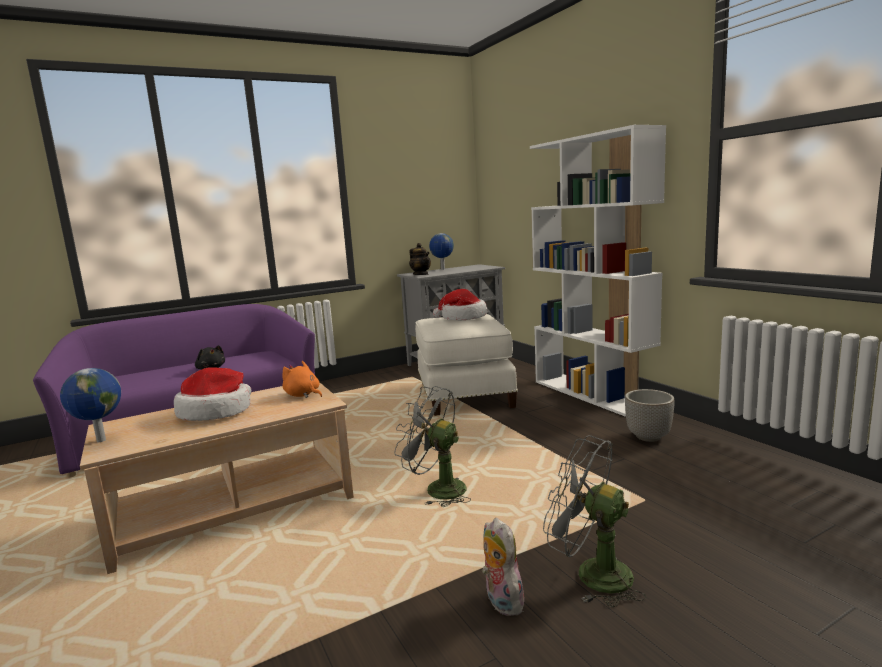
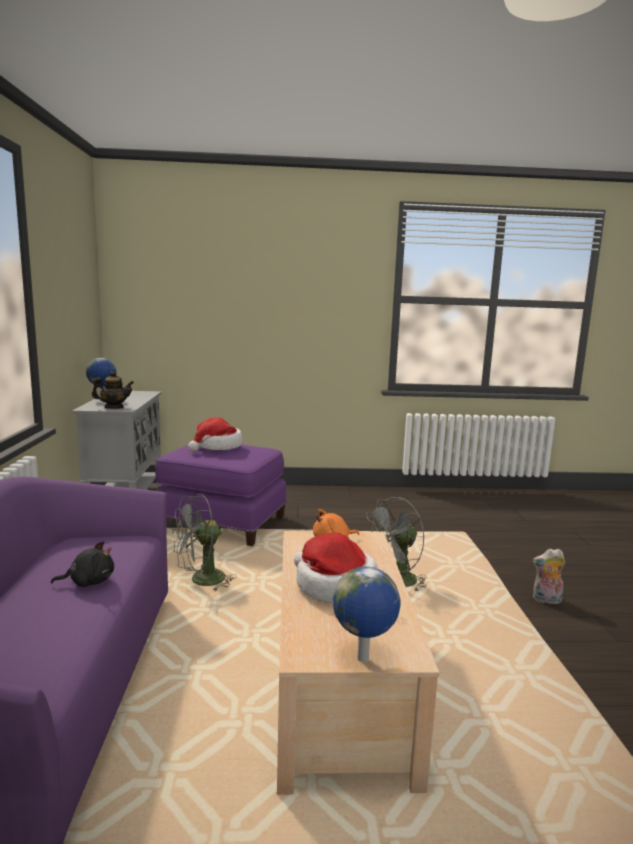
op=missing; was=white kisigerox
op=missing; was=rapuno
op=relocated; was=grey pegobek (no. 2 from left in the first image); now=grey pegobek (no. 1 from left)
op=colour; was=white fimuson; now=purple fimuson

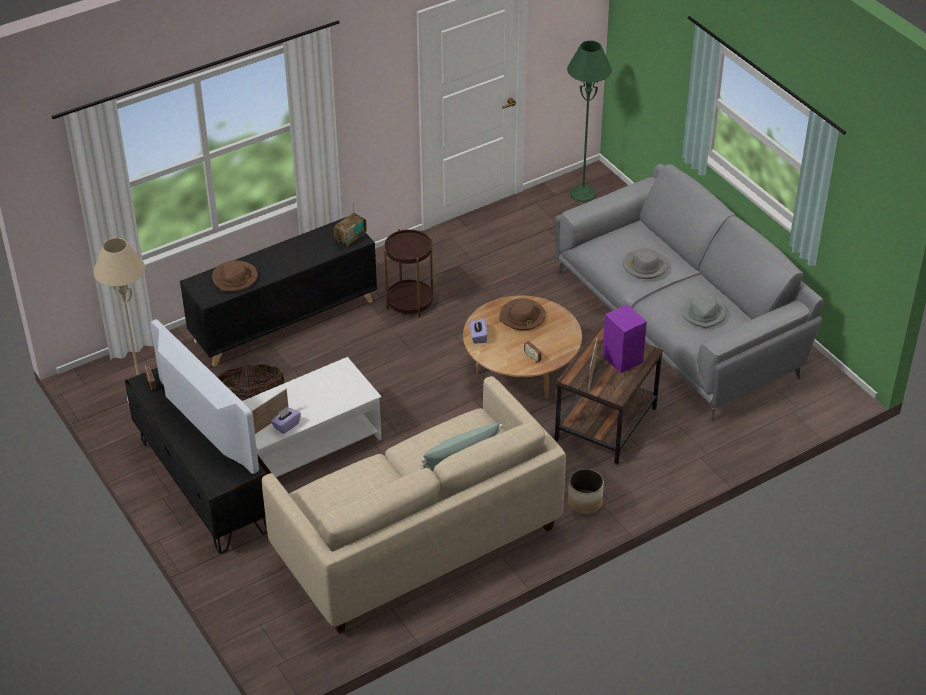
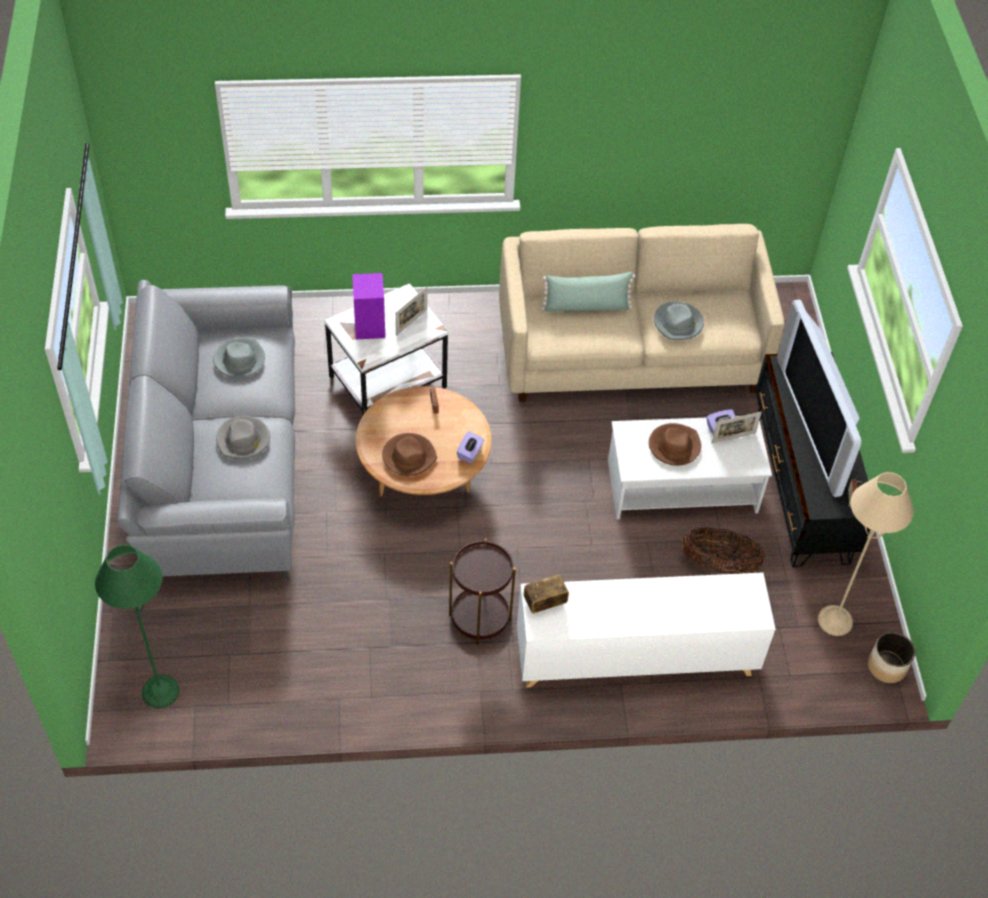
op=appeared; now=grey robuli (no. 3 from left)
op=relocated; was=brown robuli (no. 1 from left in the first image); now=brown robuli (no. 2 from left)
op=relocated; was=rapuno
op=colour; was=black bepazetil; now=white bepazetil
op=colour; was=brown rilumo (no. 2 from left); now=white rilumo

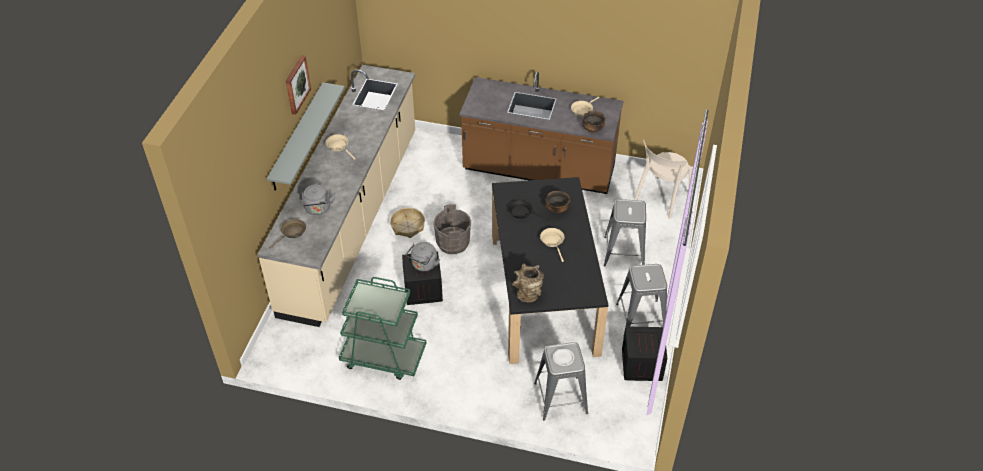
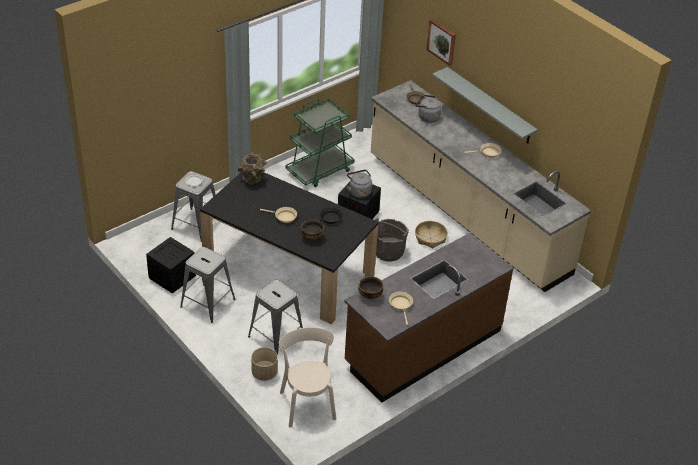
op=appeared; now=beige rapuno
op=relocated; was=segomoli

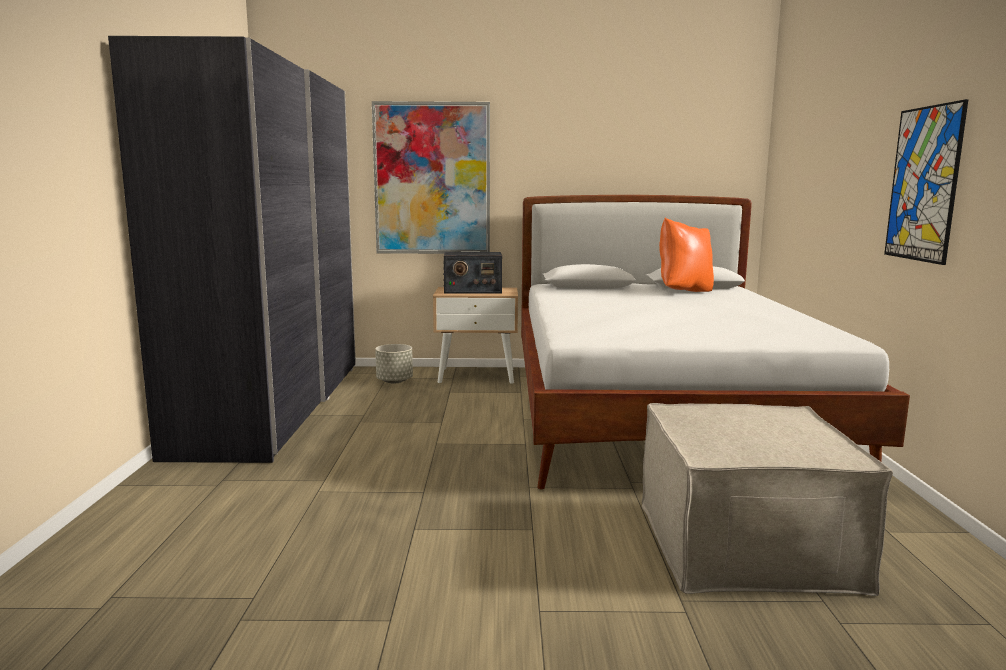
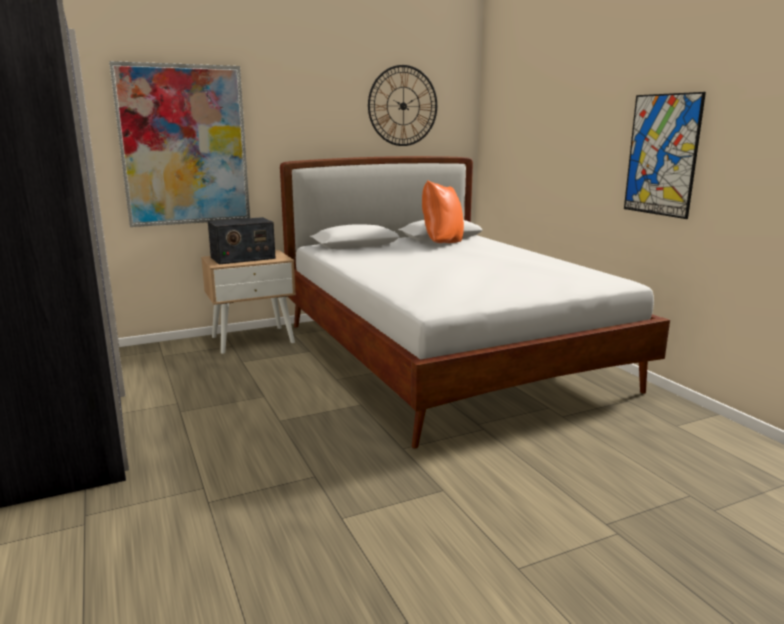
op=missing; was=grey rapuno
op=missing; was=beige fimuson
op=appeared; now=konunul

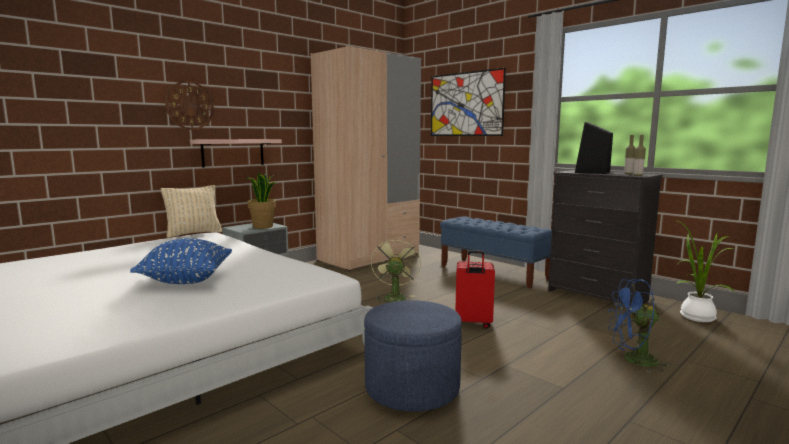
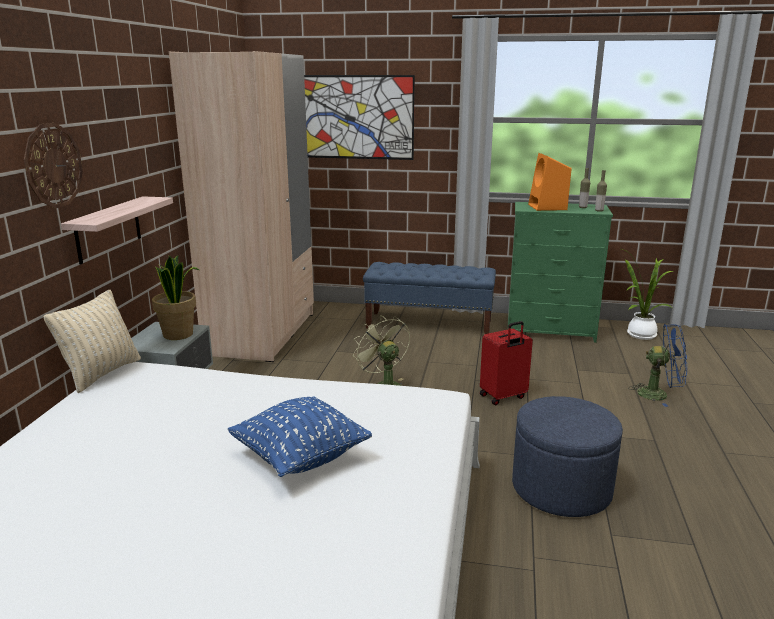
op=colour; was=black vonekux; now=green vonekux
op=colour; was=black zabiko; now=orange zabiko
op=spun; was=blue pegobek; clockwise=-135

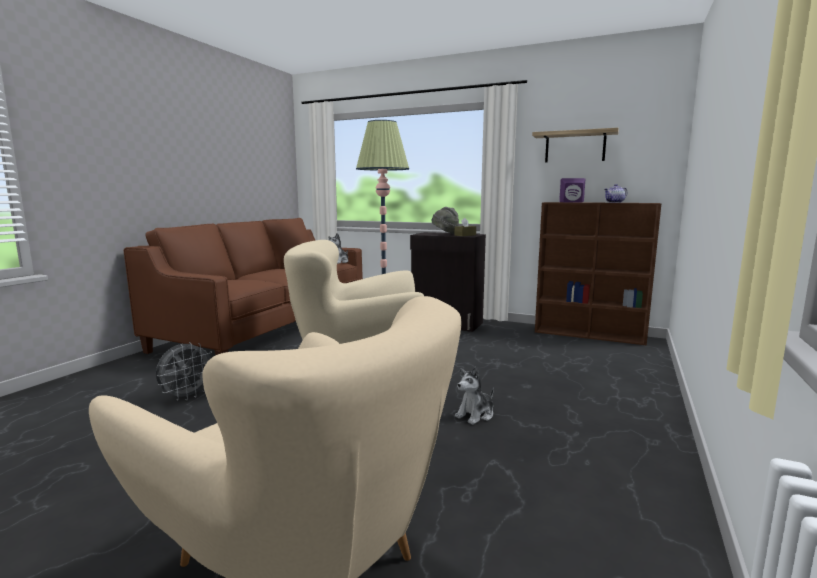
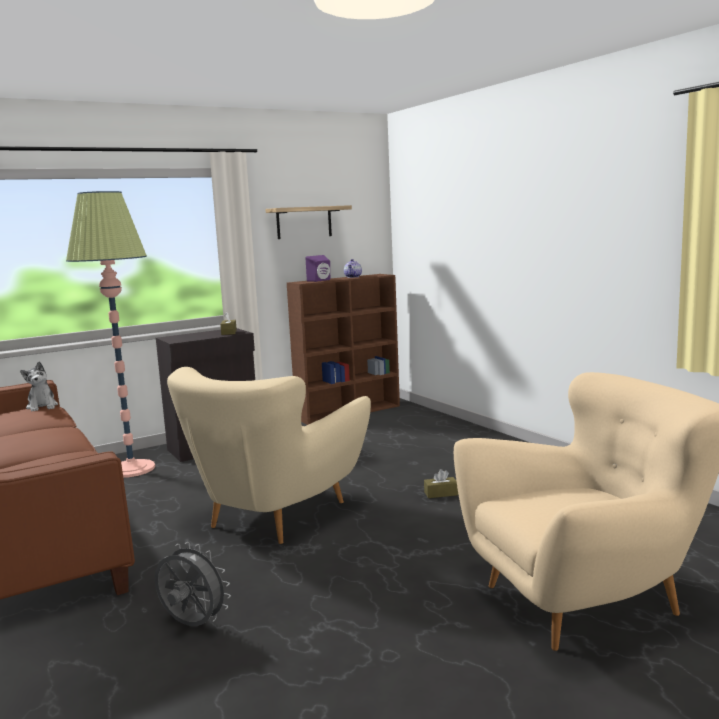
op=missing; was=grey robuli
op=exchanged; was=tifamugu (no. 2 from left); now=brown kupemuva (no. 2 from left)
op=spun; was=grey pegobek; clockwise=-45

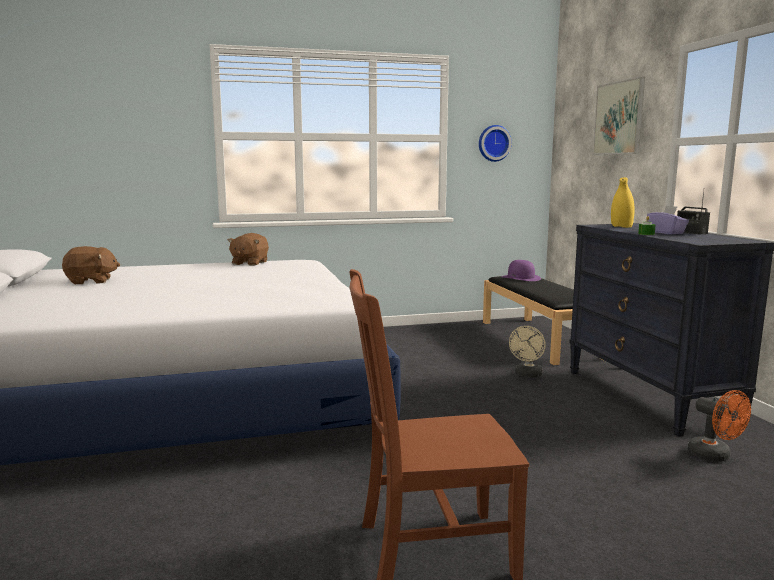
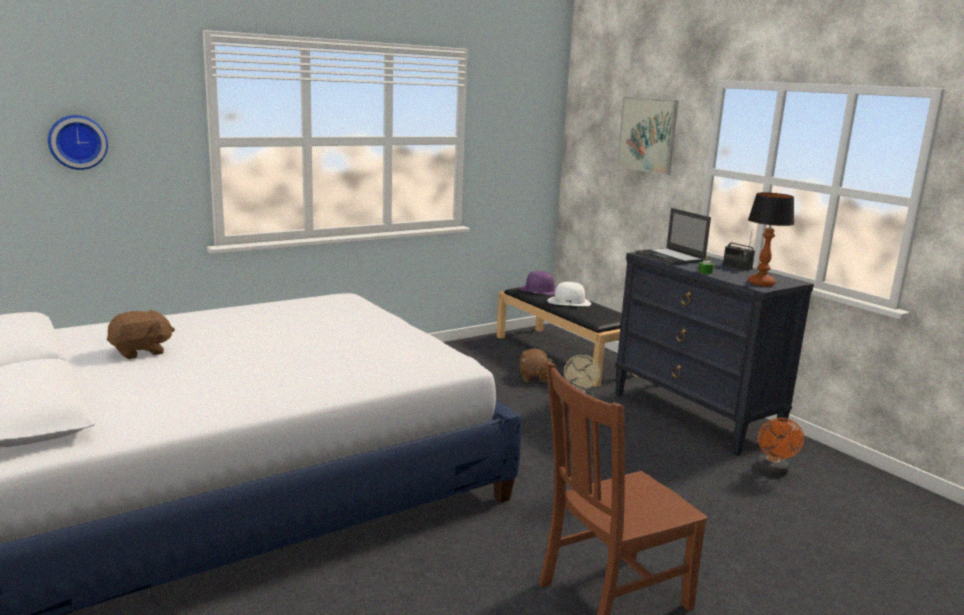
op=missing; was=purple kupemuva
op=appeared; now=white robuli
op=appeared; now=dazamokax
op=relocated; was=brown tifamugu (no. 2 from left)
op=relocated; was=konunul
op=exchanged; was=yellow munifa; now=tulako
op=spun; was=orange pegobek; clockwise=60

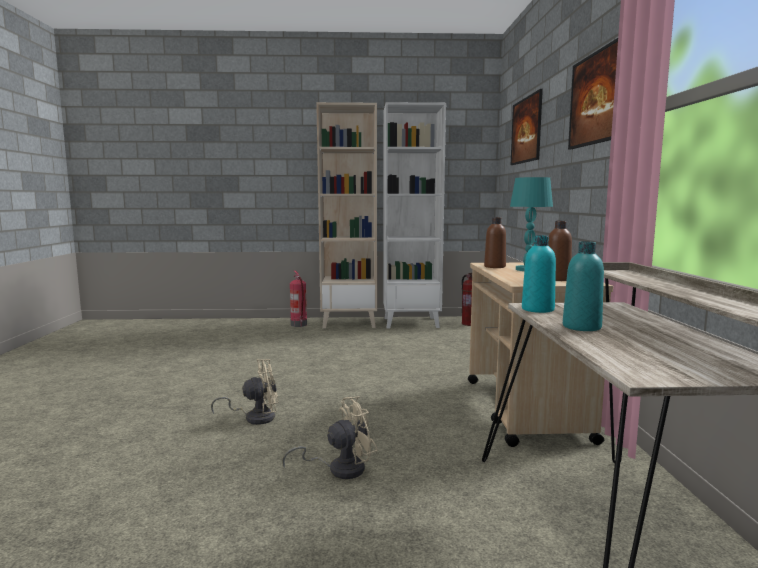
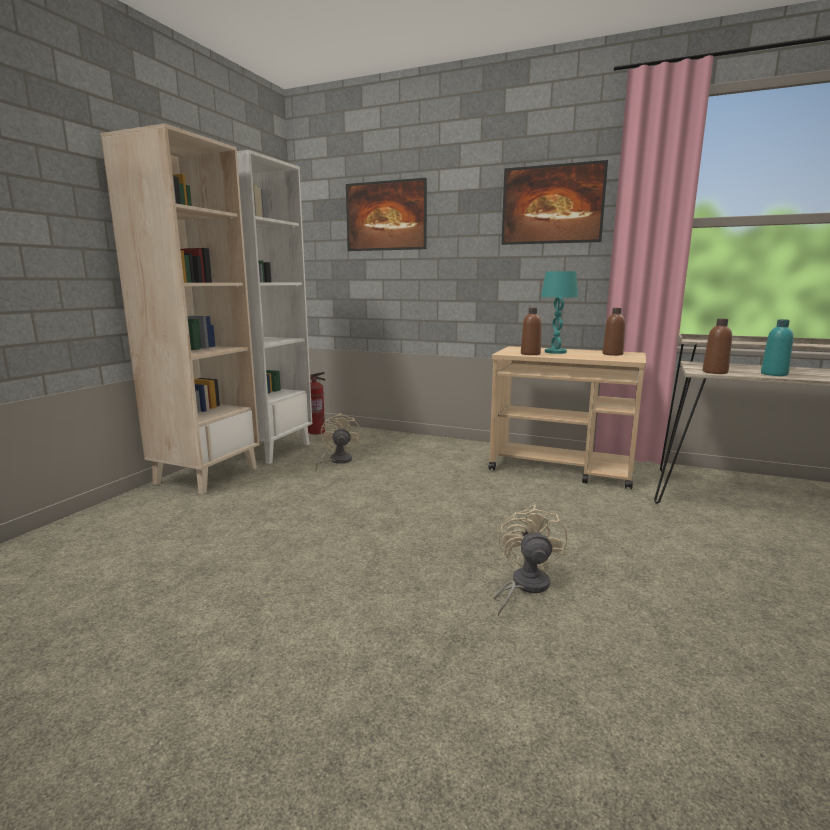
op=missing; was=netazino (no. 1 from left)
op=relocated; was=beige pegobek (no. 2 from left in the first image); now=beige pegobek (no. 1 from left)
op=colour; was=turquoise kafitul (no. 1 from left); now=brown kafitul (no. 3 from left)

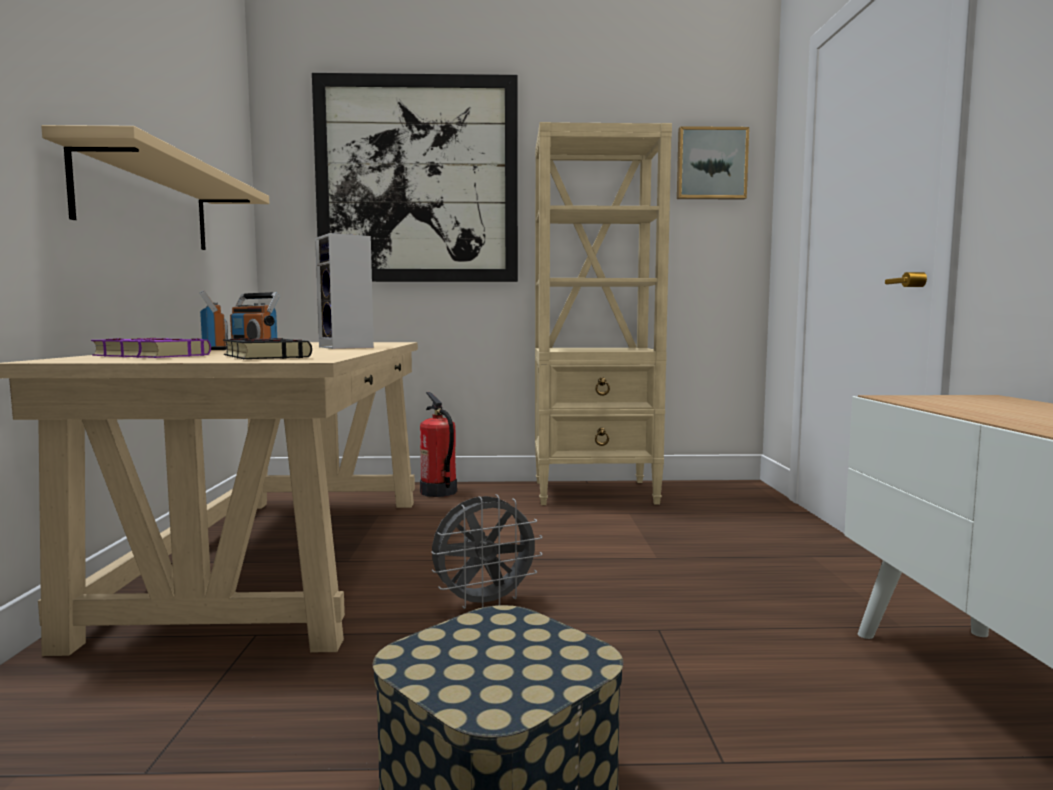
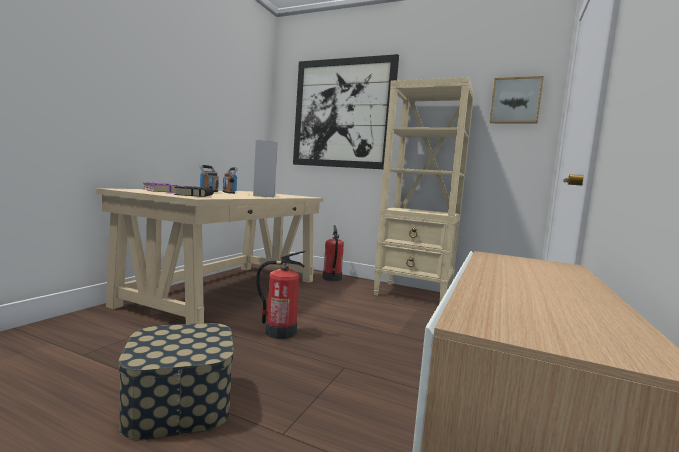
op=missing; was=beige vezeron
op=exchanged; was=grey pegobek; now=netazino (no. 1 from left)

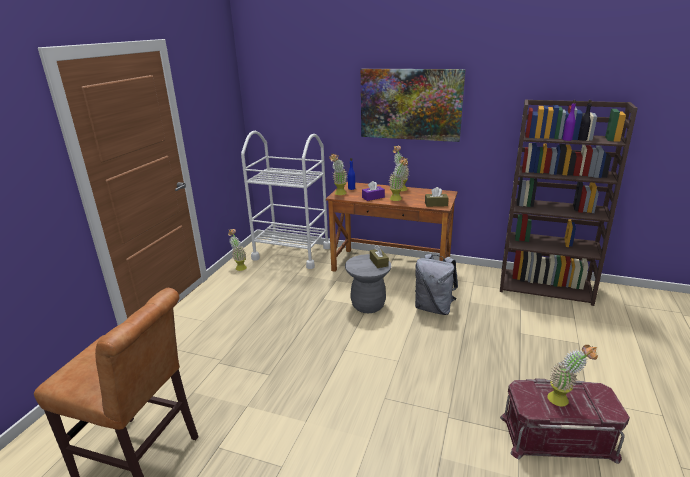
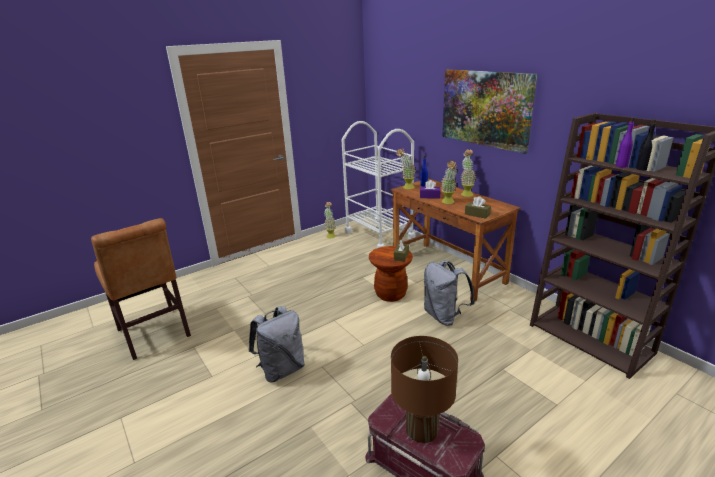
op=appeared; now=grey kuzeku (no. 1 from left)
op=exchanged; was=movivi (no. 5 from left); now=brown dazamokax
op=colour; was=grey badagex; now=brown badagex

